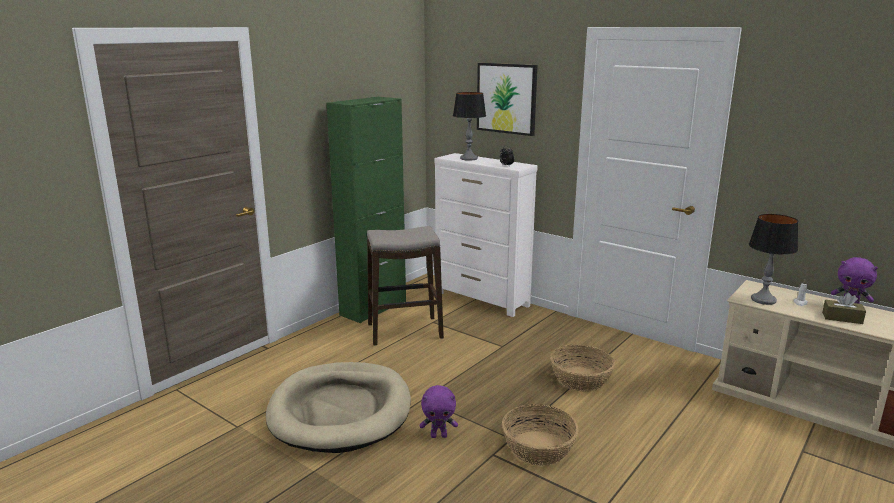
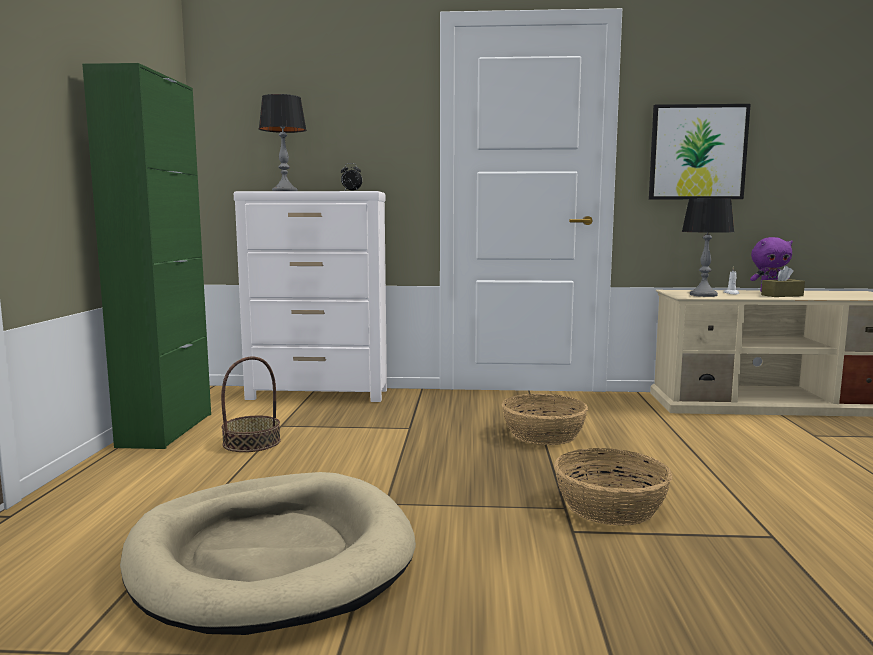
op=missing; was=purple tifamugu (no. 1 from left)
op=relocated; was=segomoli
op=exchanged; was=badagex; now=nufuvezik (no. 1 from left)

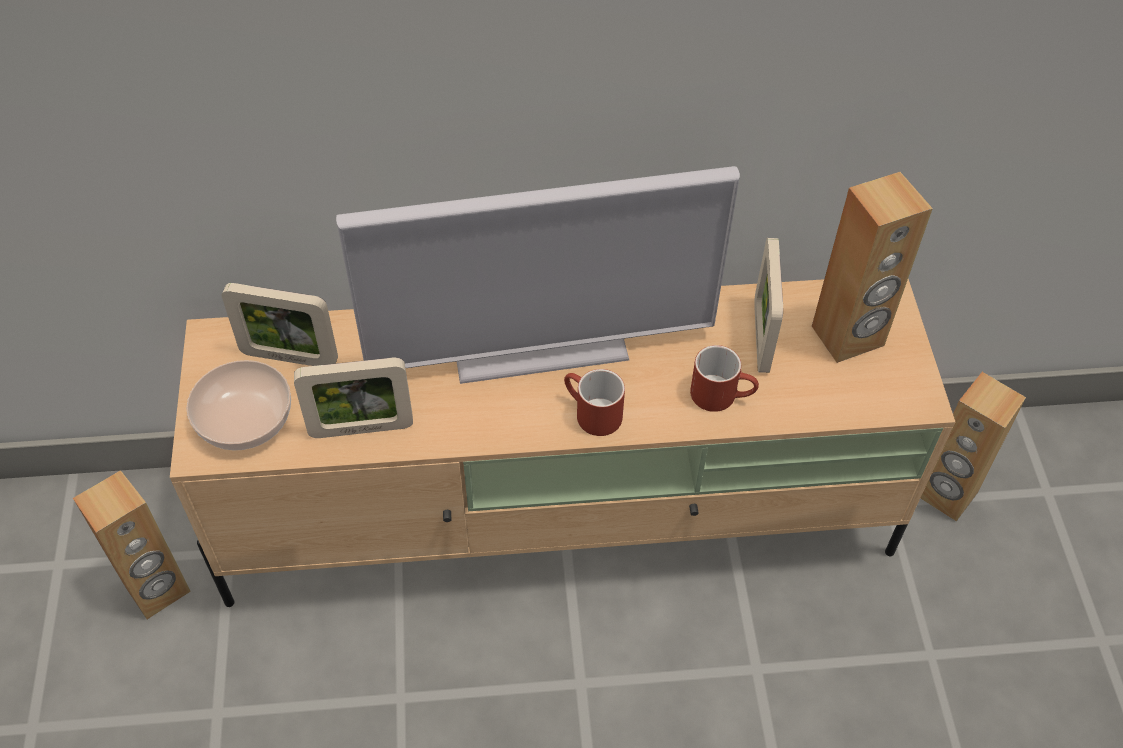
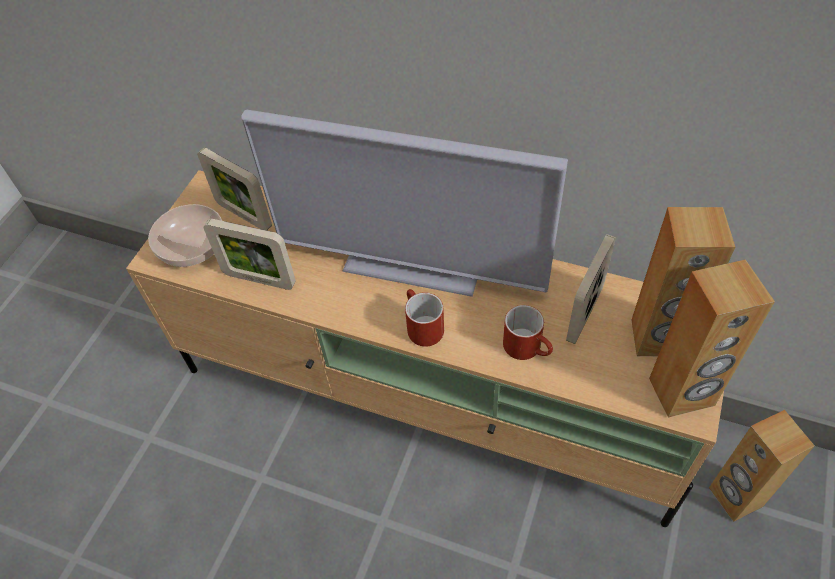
op=relocated; was=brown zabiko (no. 1 from left in the first image); now=brown zabiko (no. 2 from left)

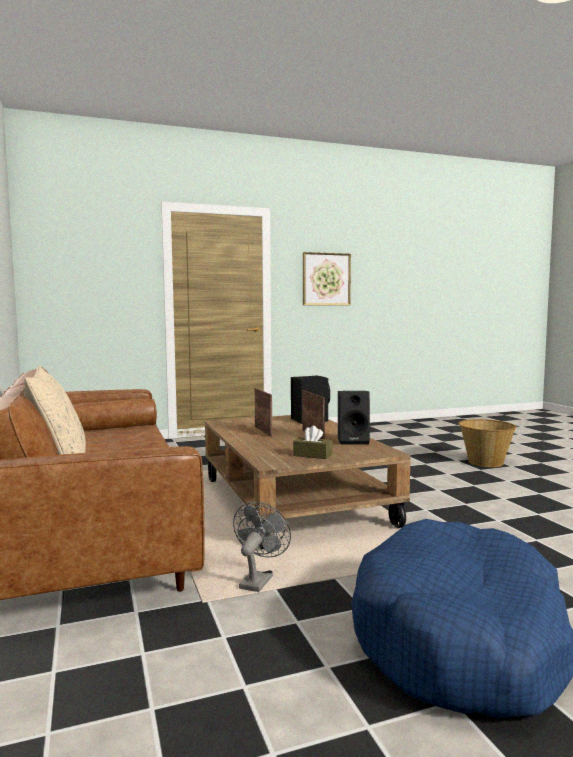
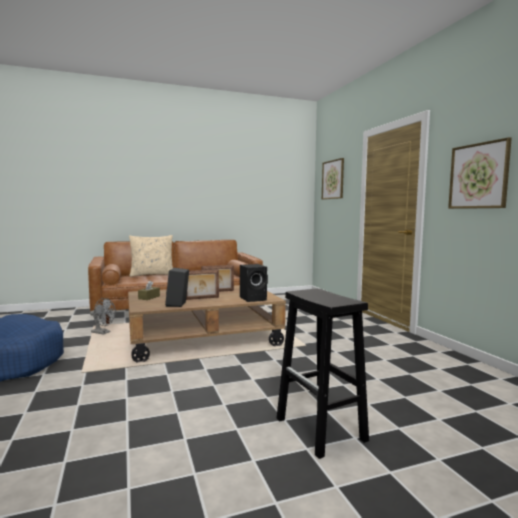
op=appeared; now=segomoli (no. 1 from left)
op=exchanged; was=nufuvezik; now=black badagex

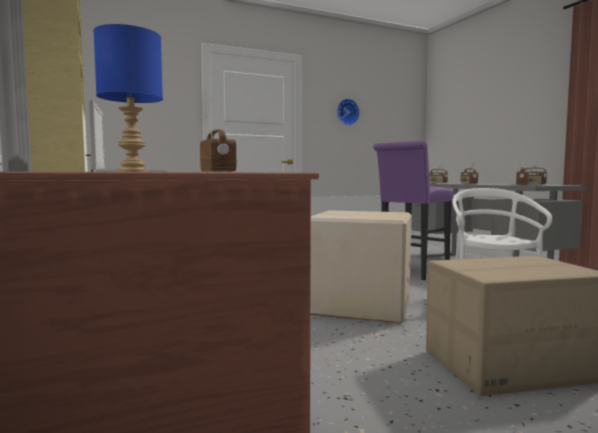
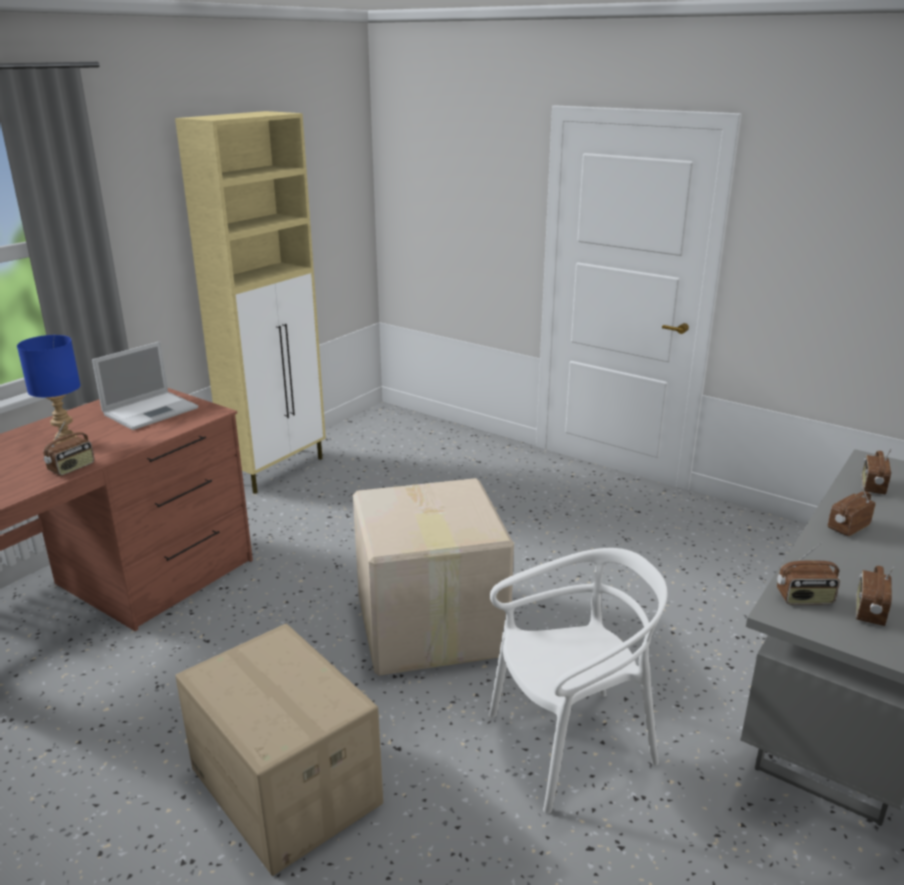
op=missing; was=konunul
op=missing; was=purple badagex

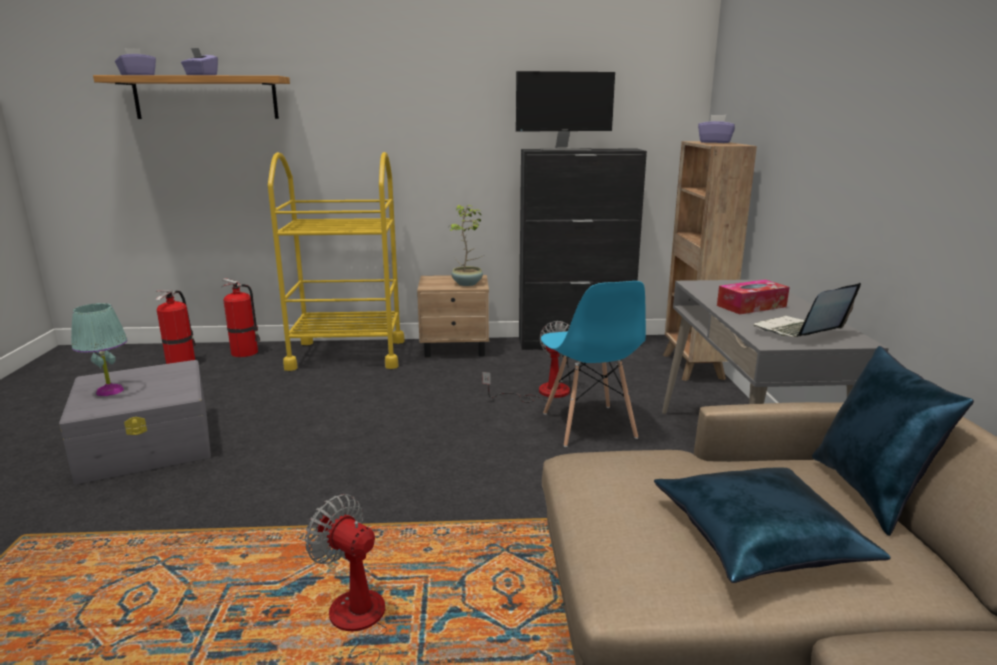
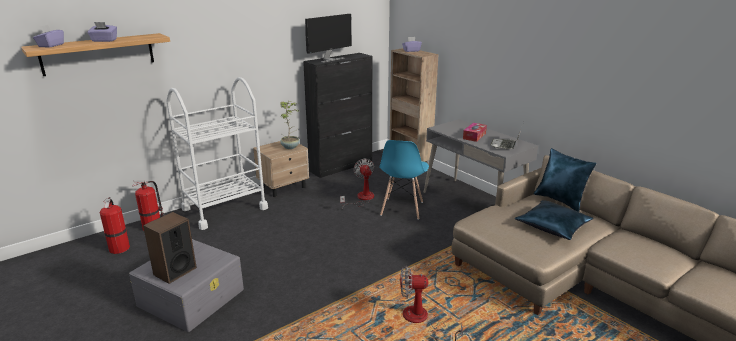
op=exchanged; was=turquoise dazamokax; now=zabiko
op=colour; was=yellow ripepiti; now=white ripepiti
op=spun; was=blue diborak; clockwise=60

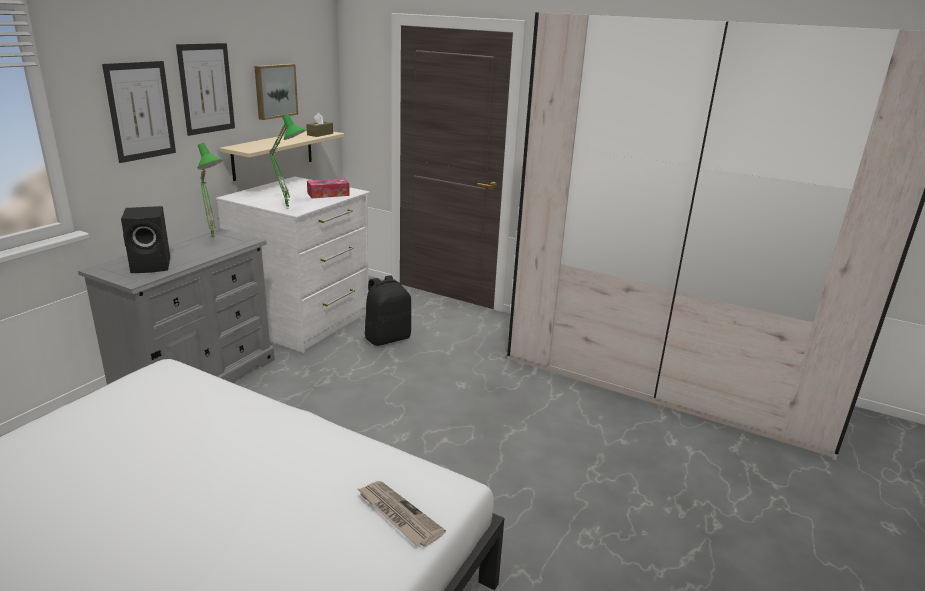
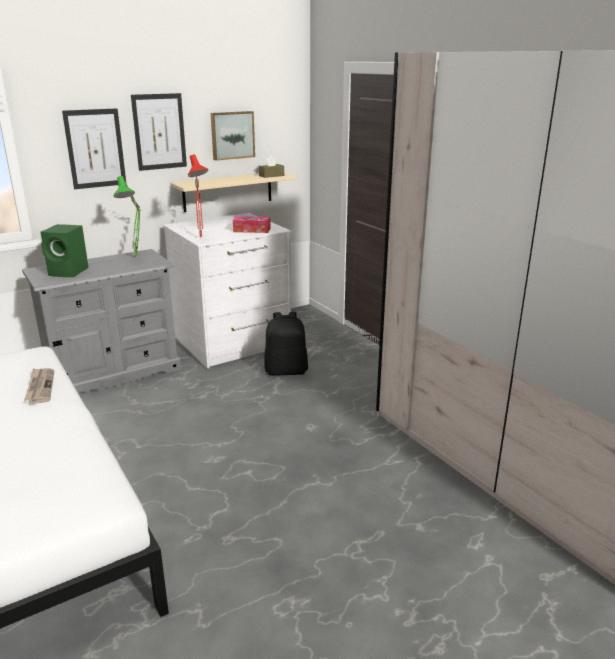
op=relocated; was=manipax
op=colour; was=black zabiko; now=green zabiko
op=colour; was=green dazamokax (no. 2 from left); now=red dazamokax

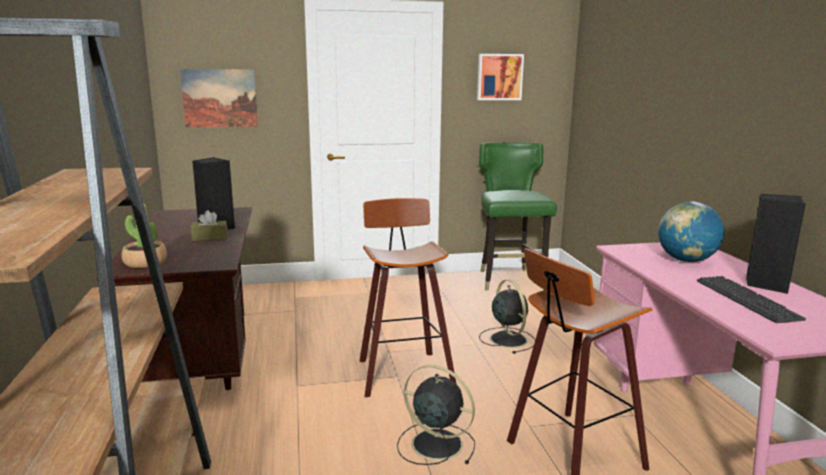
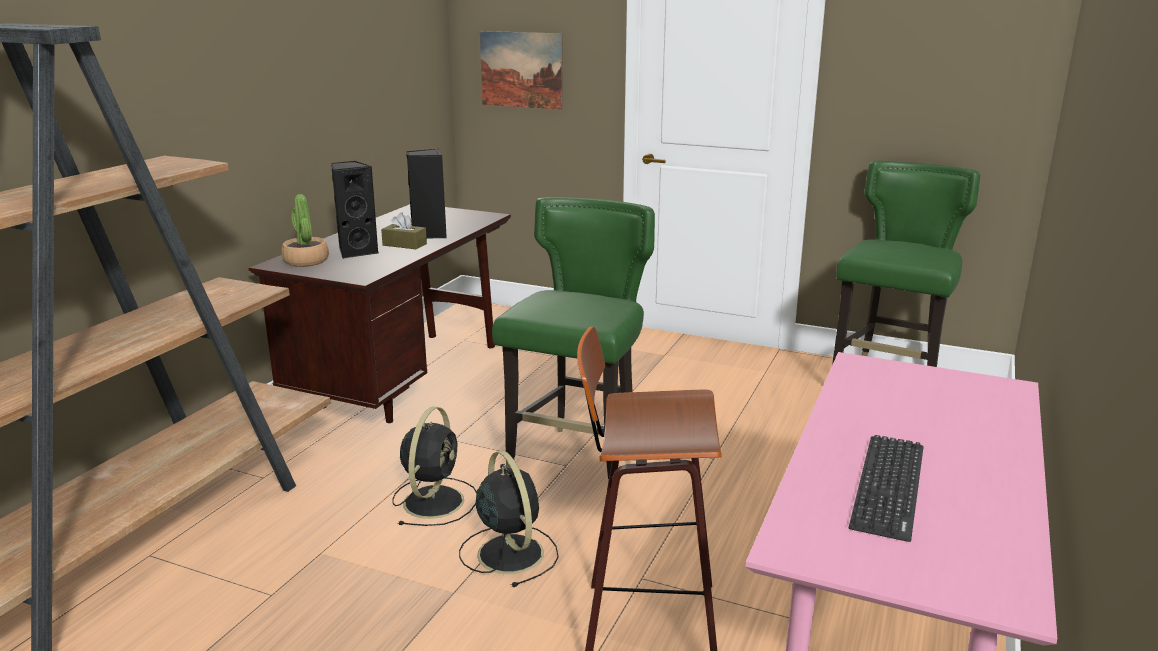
op=missing; was=segomoli (no. 2 from left)
op=missing; was=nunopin
op=relocated; was=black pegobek (no. 2 from left in the first image); now=black pegobek (no. 1 from left)
op=relocated; was=black zabiko (no. 2 from left in the first image); now=black zabiko (no. 1 from left)
op=exchanged; was=badagex (no. 1 from left); now=green diborak (no. 1 from left)

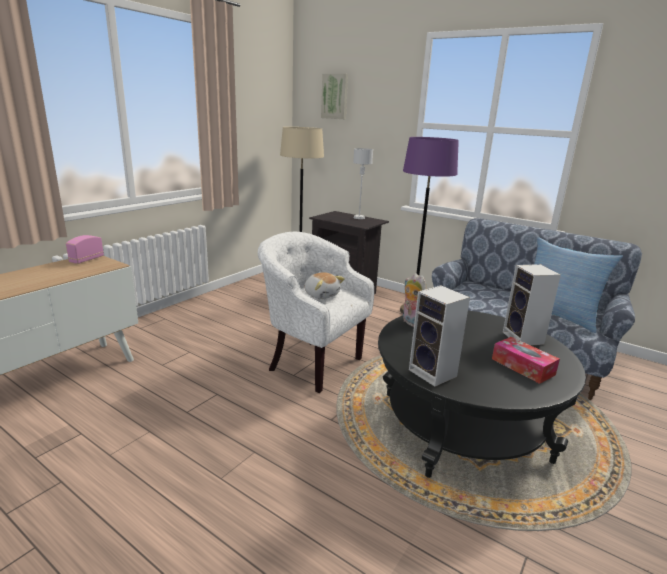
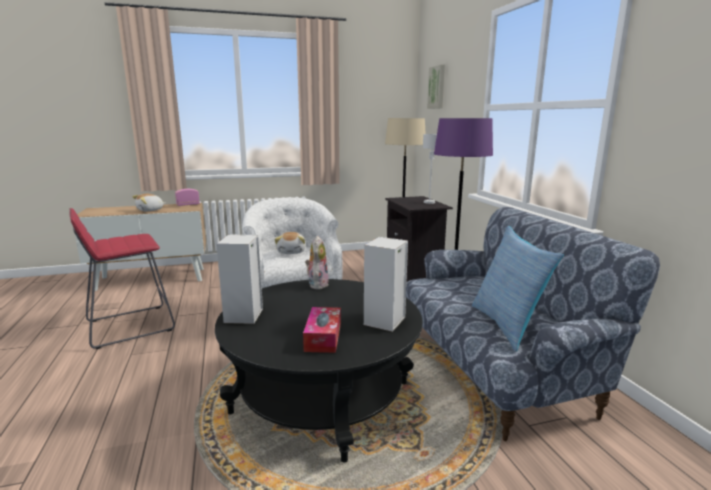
op=appeared; now=red badagex
op=appeared; now=tifamugu (no. 1 from left)

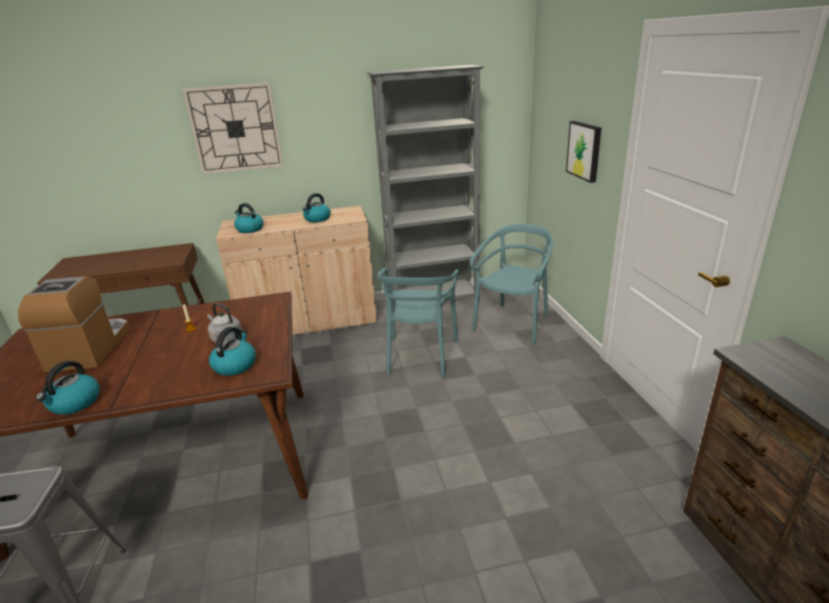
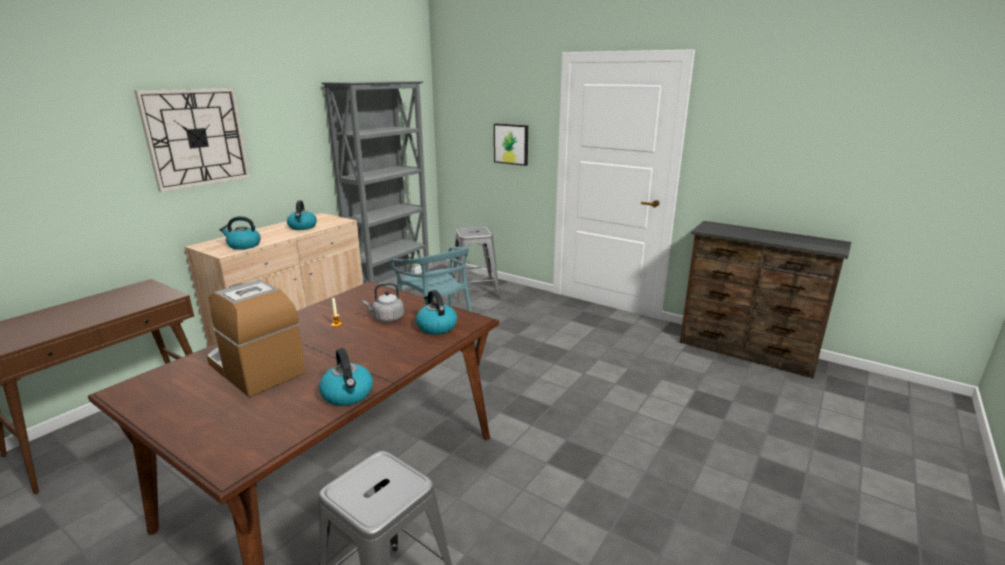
op=exchanged; was=turquoise diborak (no. 2 from left); now=grey badagex (no. 2 from left)

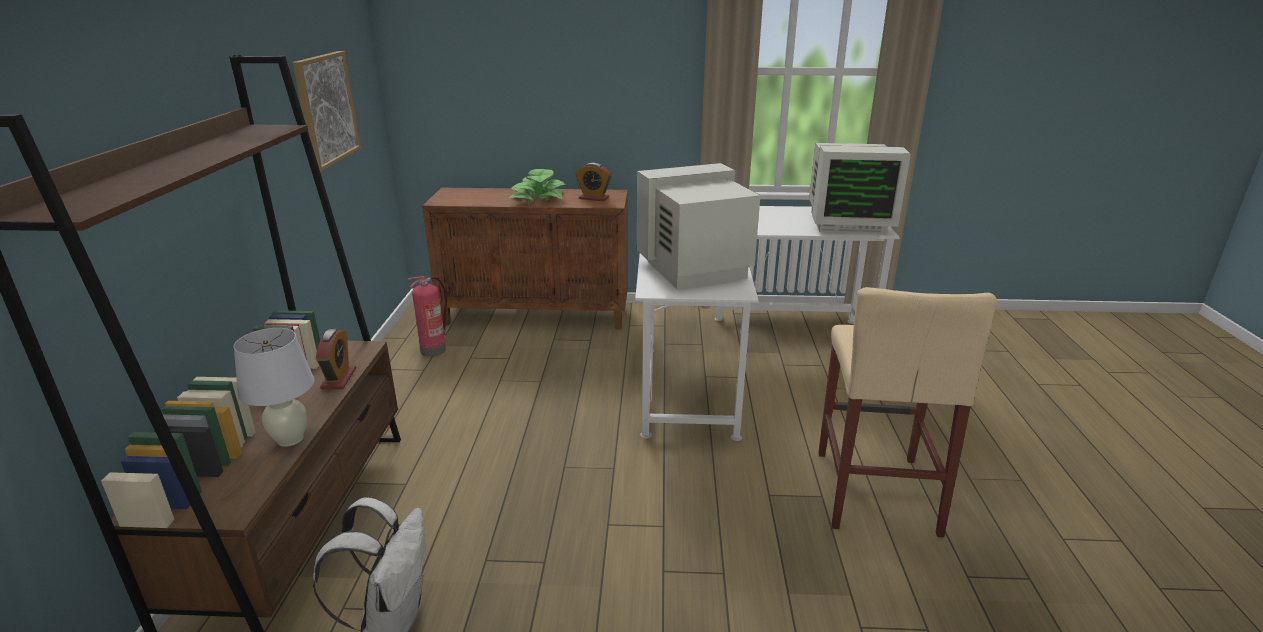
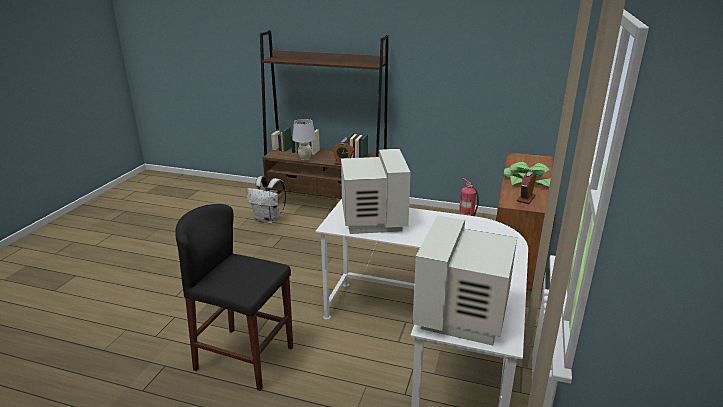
op=missing; was=segomoli
op=colour; was=beige badagex; now=black badagex

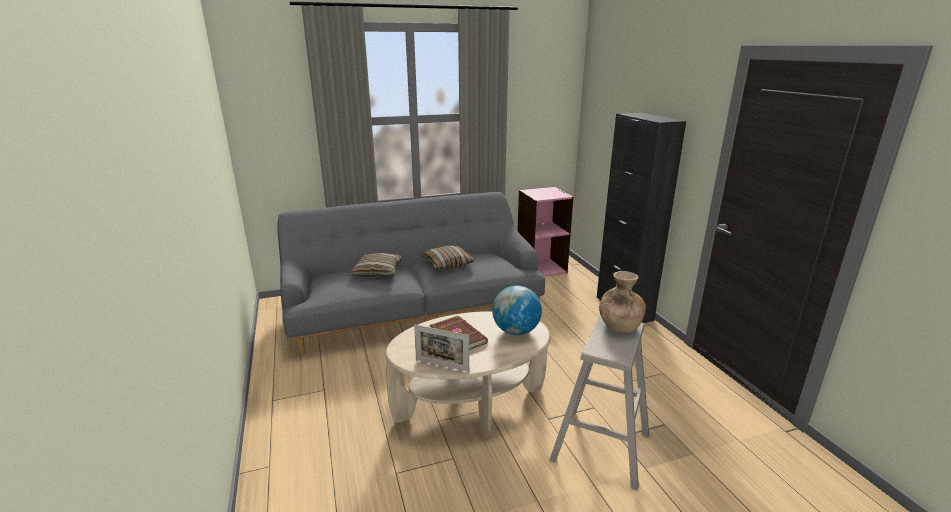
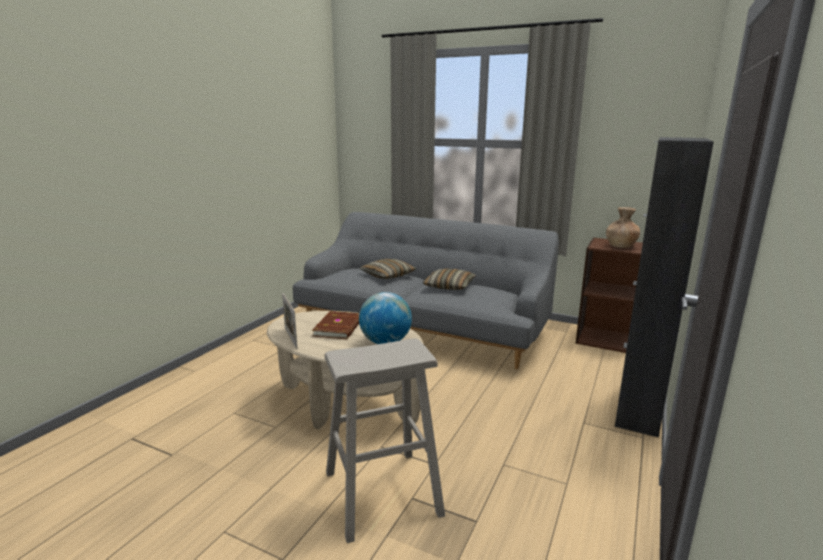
op=relocated; was=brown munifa
op=colour; was=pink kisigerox; now=brown kisigerox

